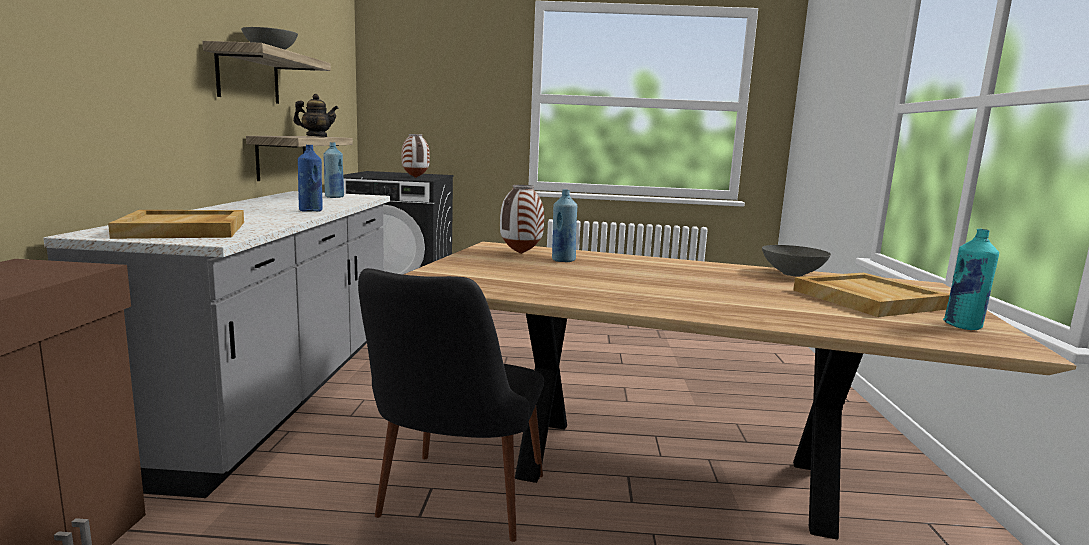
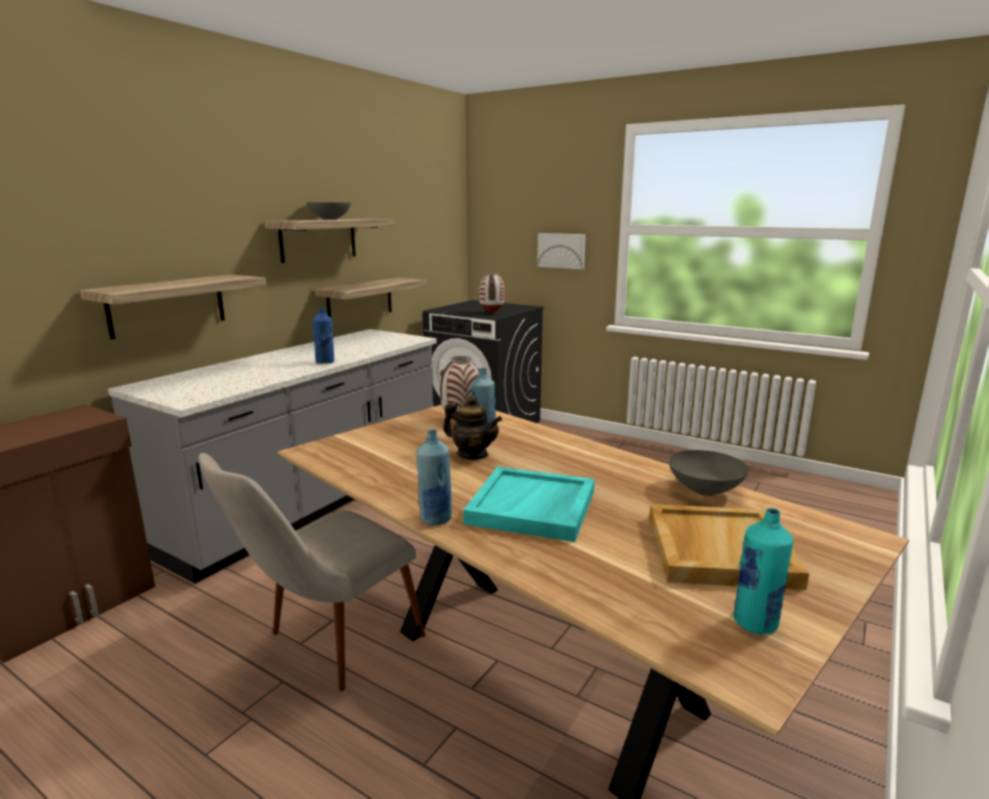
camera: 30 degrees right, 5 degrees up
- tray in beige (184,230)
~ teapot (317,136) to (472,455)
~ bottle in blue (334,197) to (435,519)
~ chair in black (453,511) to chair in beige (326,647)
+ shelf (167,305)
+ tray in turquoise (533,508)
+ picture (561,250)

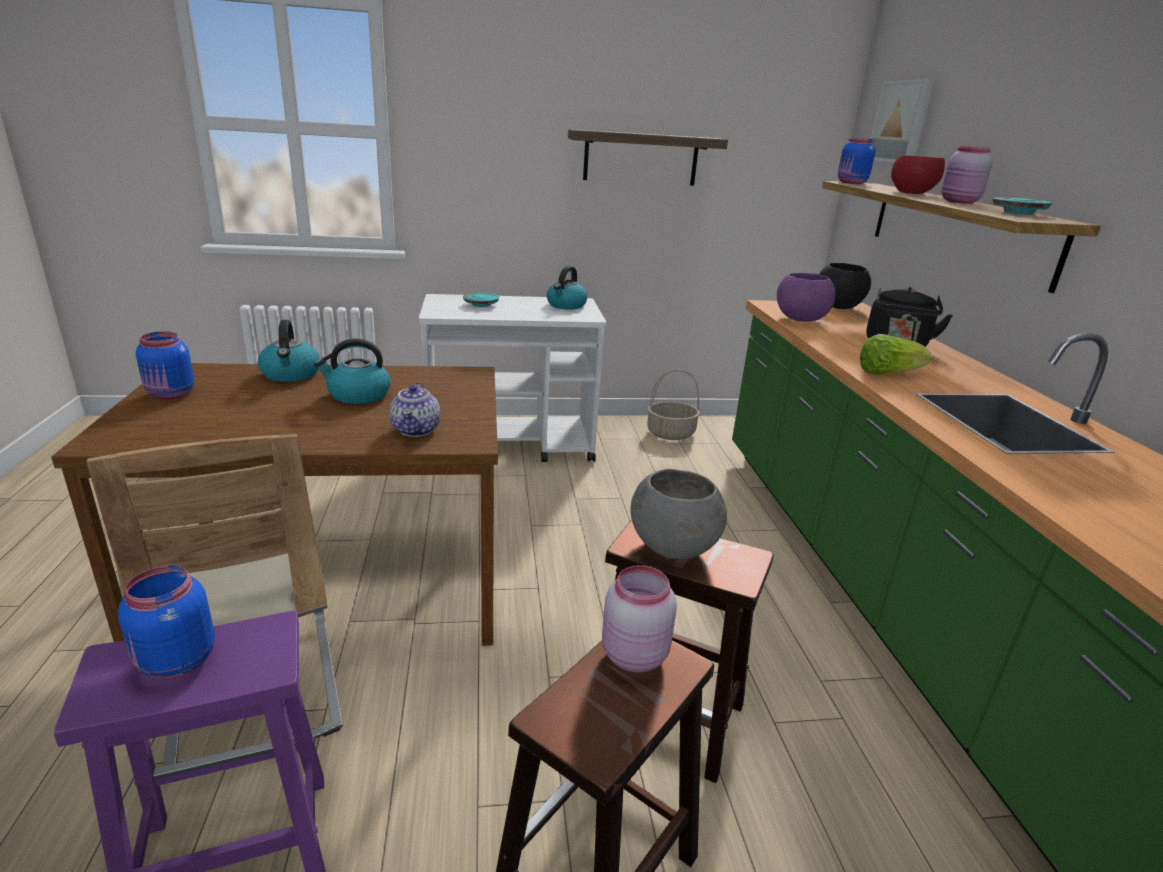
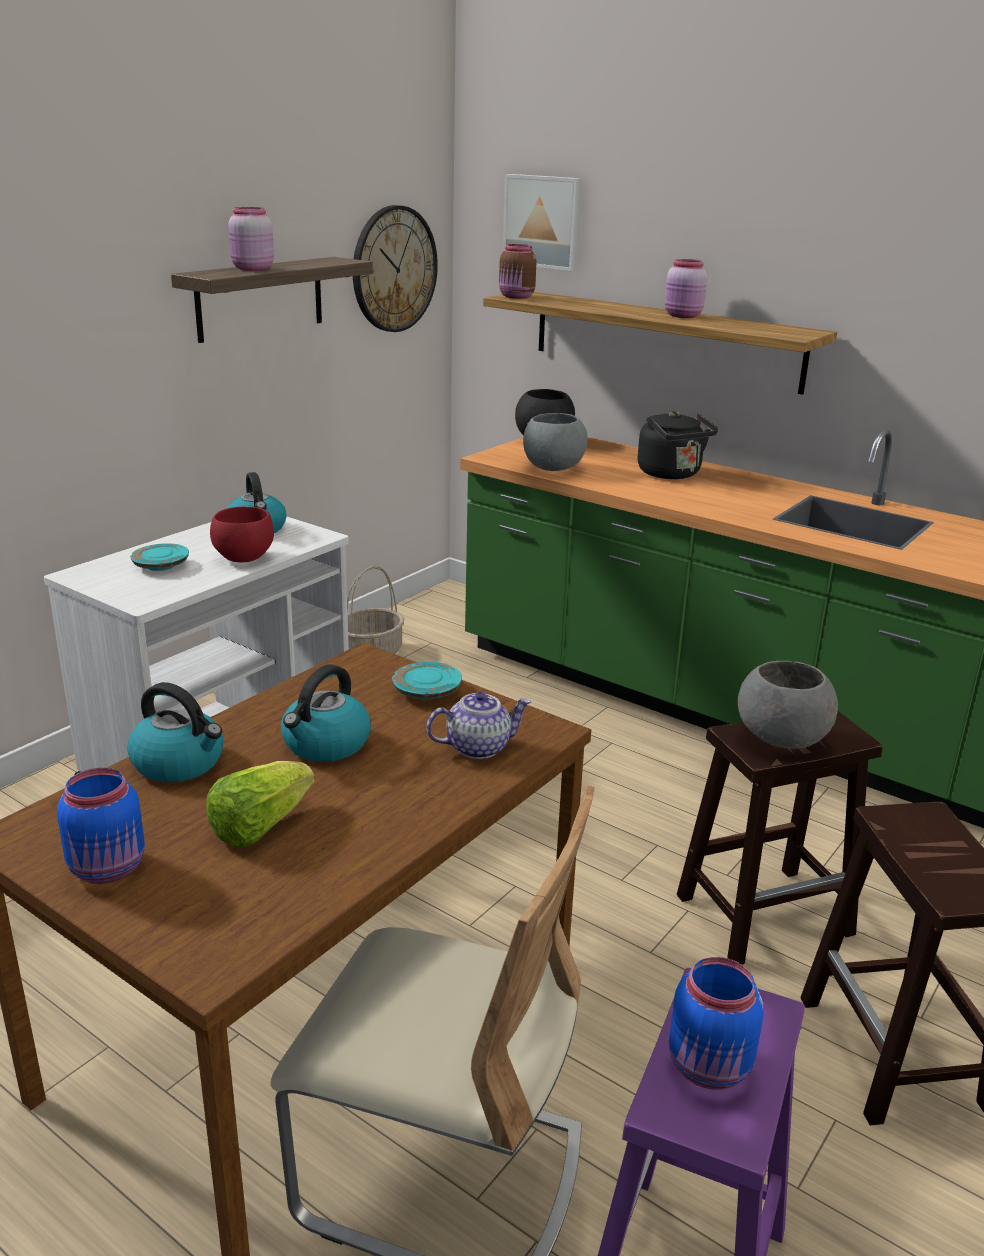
camera: 45 degrees left, 0 degrees up
~ teapot (416,430) = (478,747) 60 degrees counterclockwise
~ jar in pink (632,655) to (251,269)
~ bowl in purple (800,320) to bowl in grey (553,469)
~ jar in blue (851,183) to jar in brown (516,297)
~ lettuce (887,373) to (259,826)
~ bowl in red (910,193) to (242,558)
~ plate in turquoise (1017,213) to (426,692)
+ wall clock (394,269)

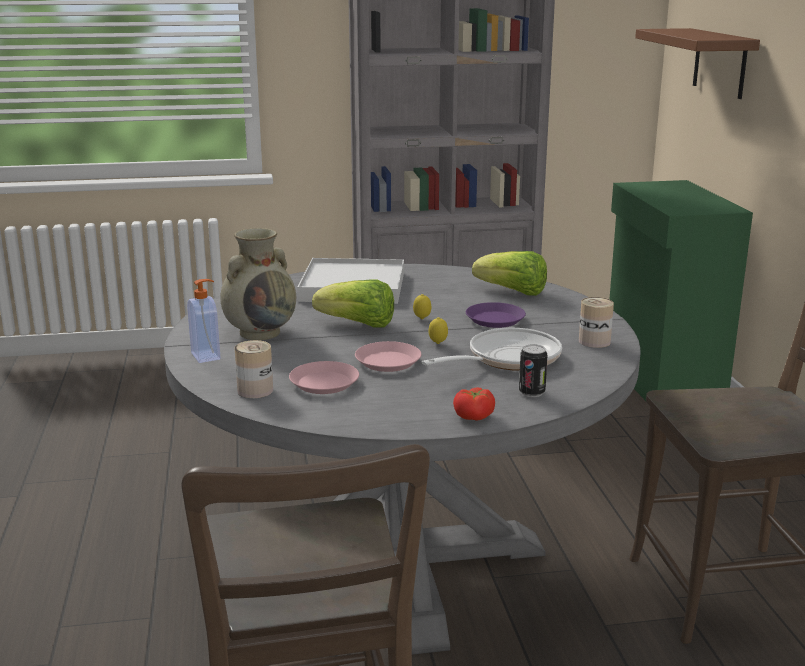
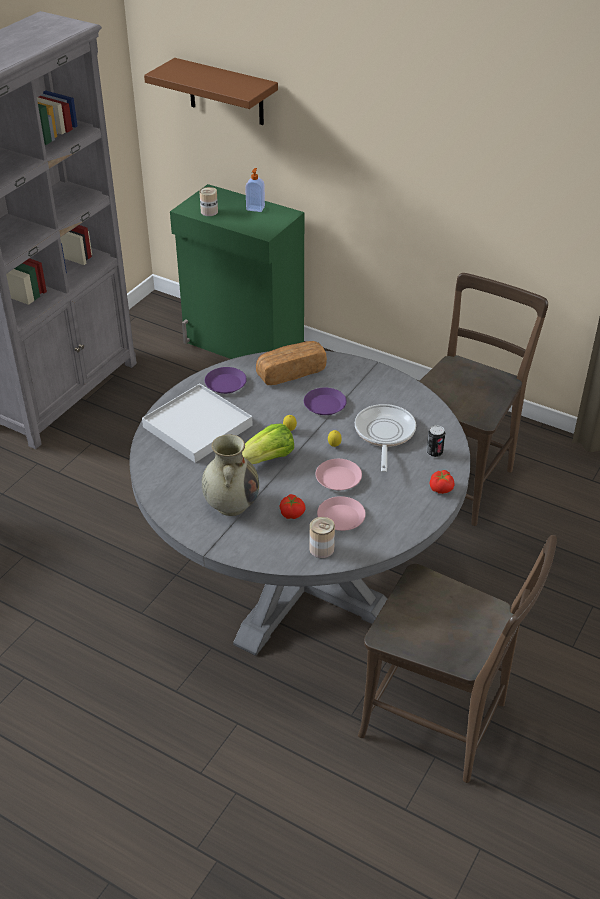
camera: 50 degrees left, 20 degrees up
~ soap dispenser (207,356) to (255,208)
~ lettuce (512,292) to bread (290,372)
~ can (594,341) to (209,212)
+ plate in purple (225,383)
+ tomato (292,513)

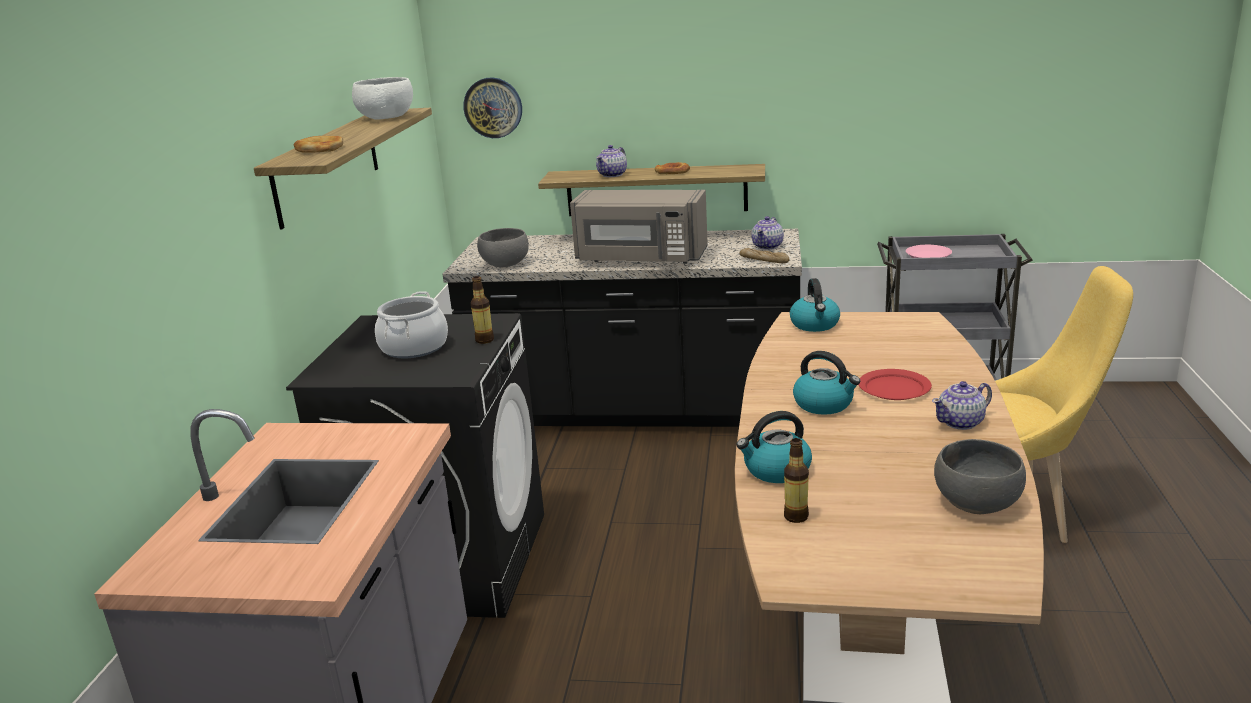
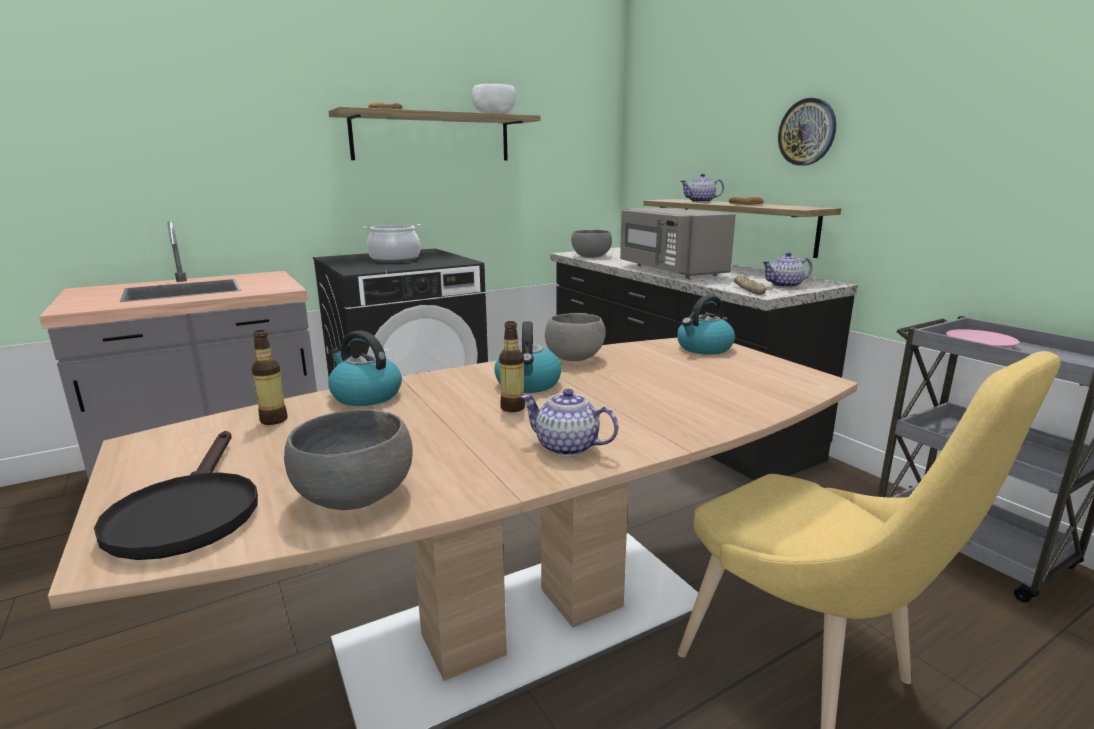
camera: 50 degrees right, 5 degrees down
~ wall clock (493,107) to (807,132)
~ bottle (484,340) to (512,408)
- plate in red (894,388)
+ frying pan in black (189,511)
+ bowl in grey (573,358)

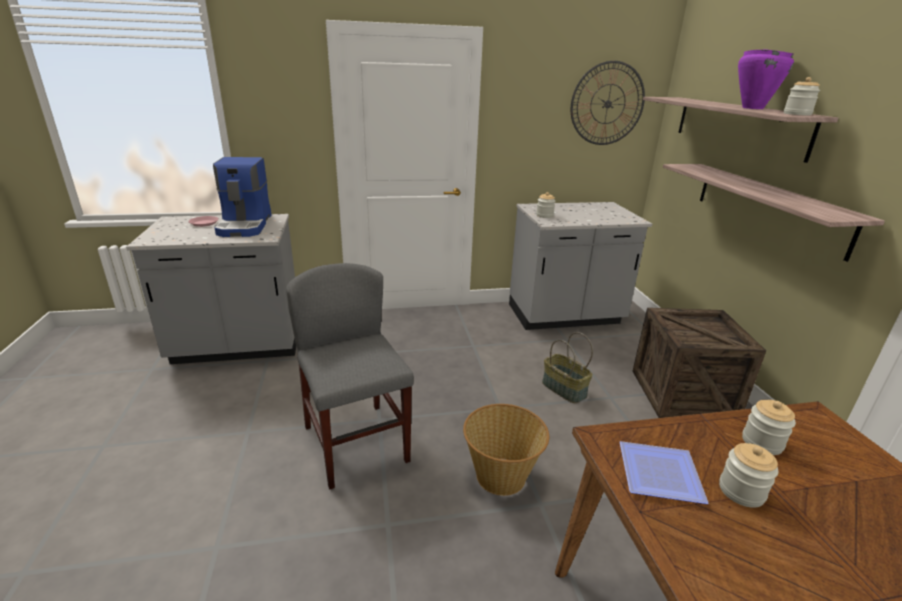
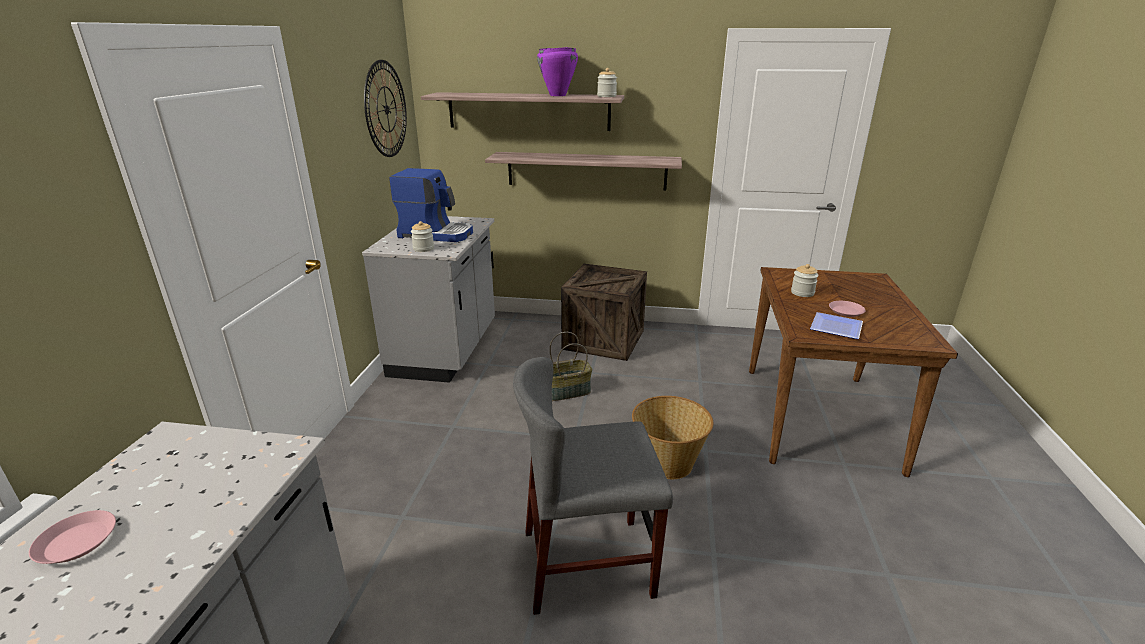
camera: 70 degrees left, 0 degrees up
~ coffee machine (246,225) to (436,234)
~ jar (741,491) to plate in pink (846,311)

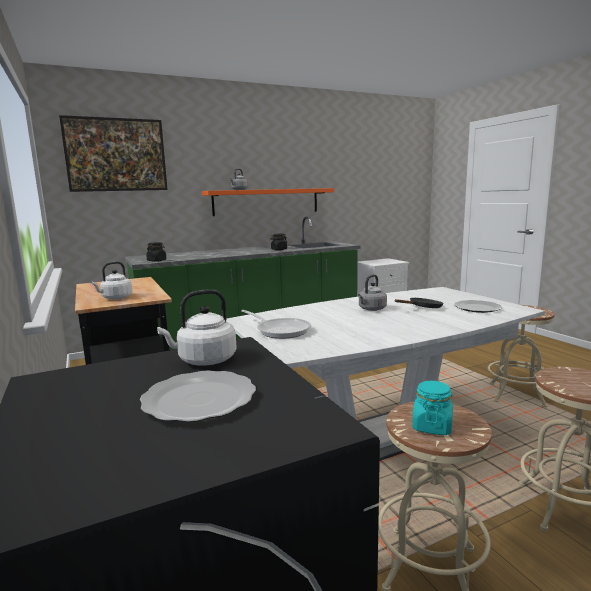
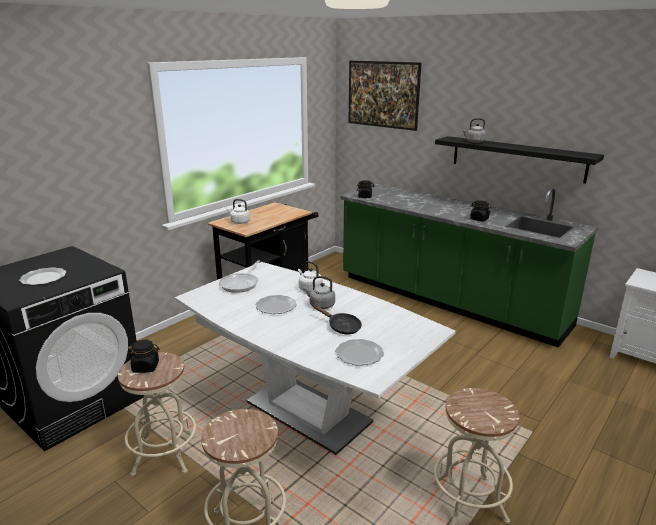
camera: 65 degrees right, 10 degrees up
~ kettle in white (204,360) to (309,289)
~ shelf in orange (266,201) to shelf in black (517,158)
~ jar in turquoise (432,426) to jar in black (146,367)
+ plate (276,306)

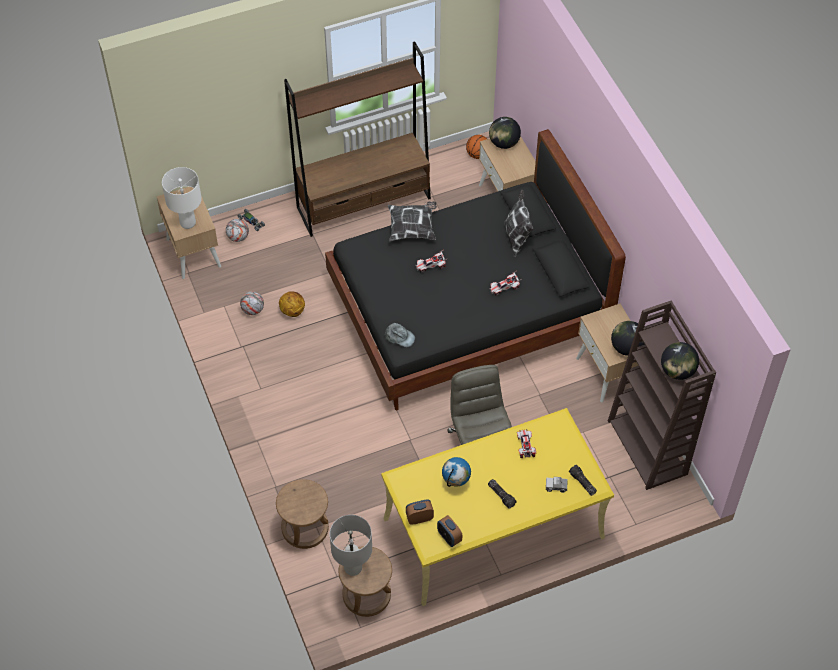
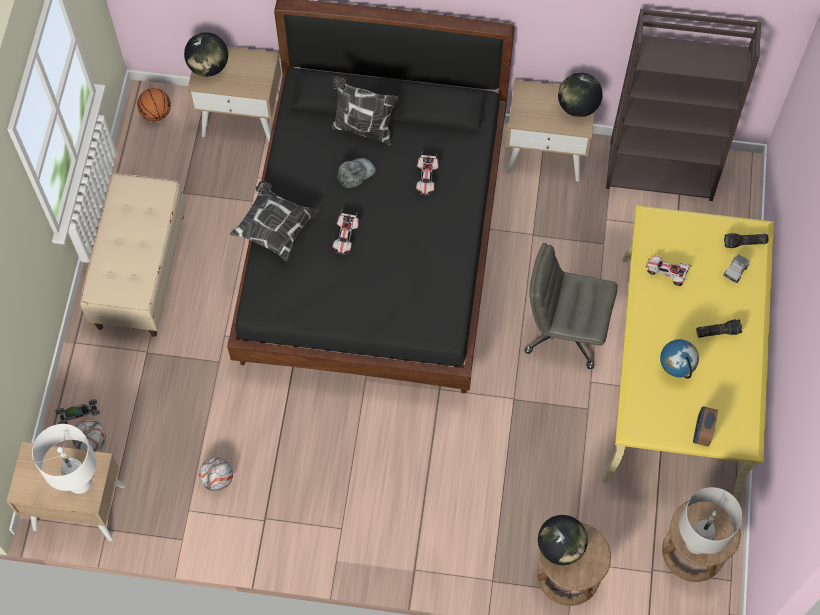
camera: 60 degrees left, 10 degrees up
- basketball (292,311)
~ bookcase in brown (364,203) to bench in beige (140,271)
~ cap in grey (399,337) to (355,173)
- alarm clock (449,537)
~ globe (677,371) to (560,547)

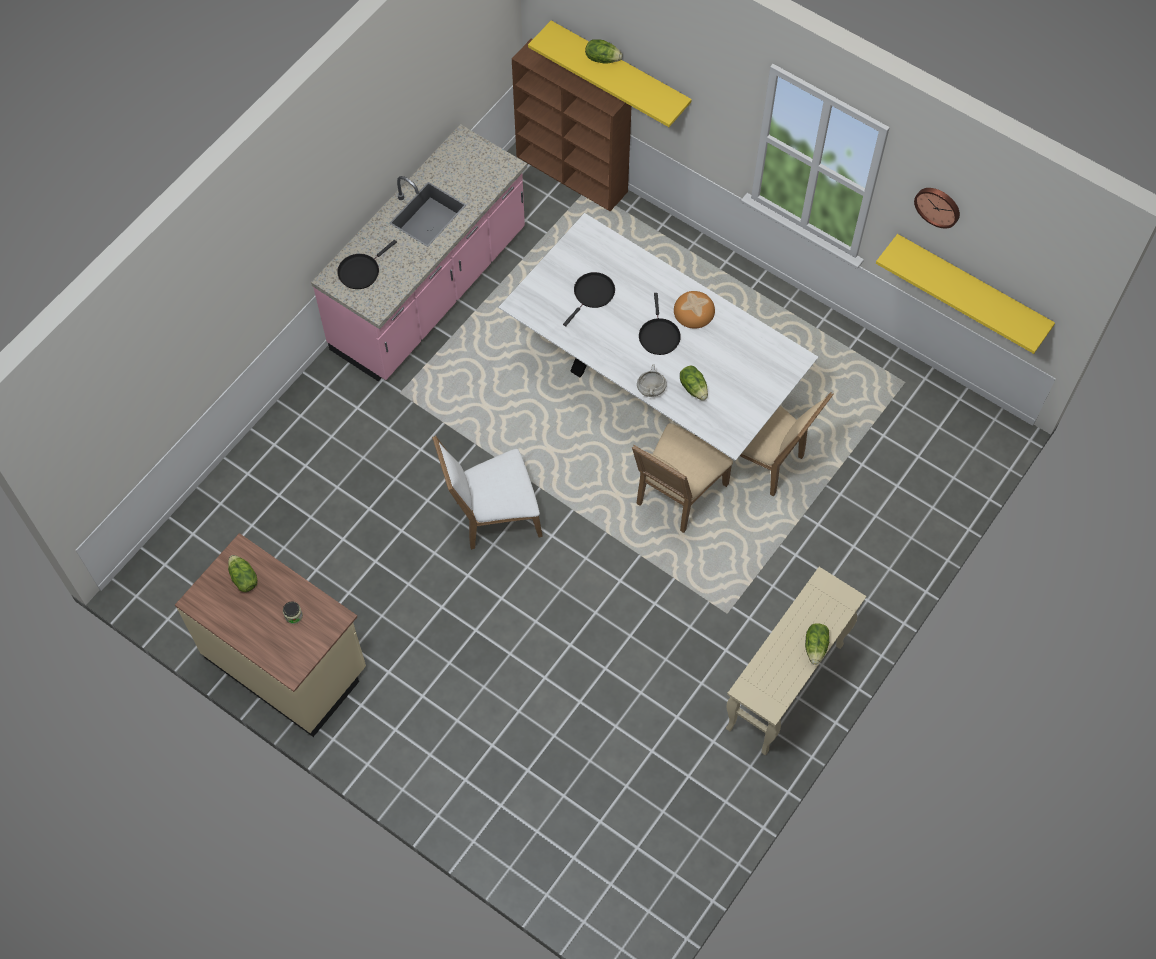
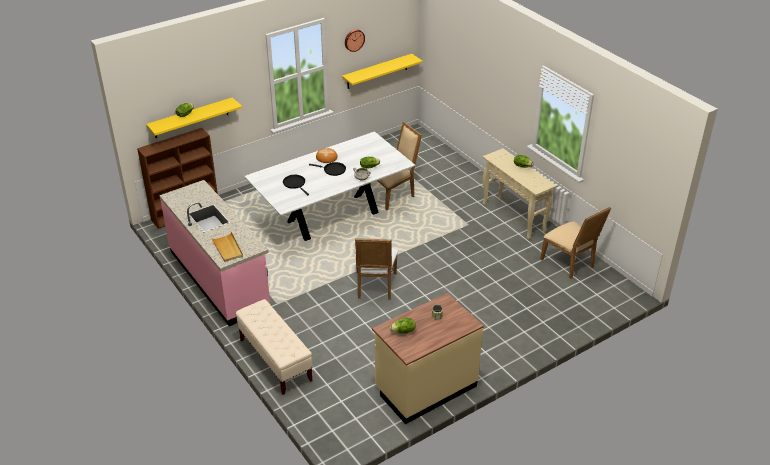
camera: 70 degrees left, 25 degrees down
~ frying pan in black (361,271) to tray in beige (227,248)
~ chair in beige (676,496) to (570,264)
+ bench in beige (275,360)

